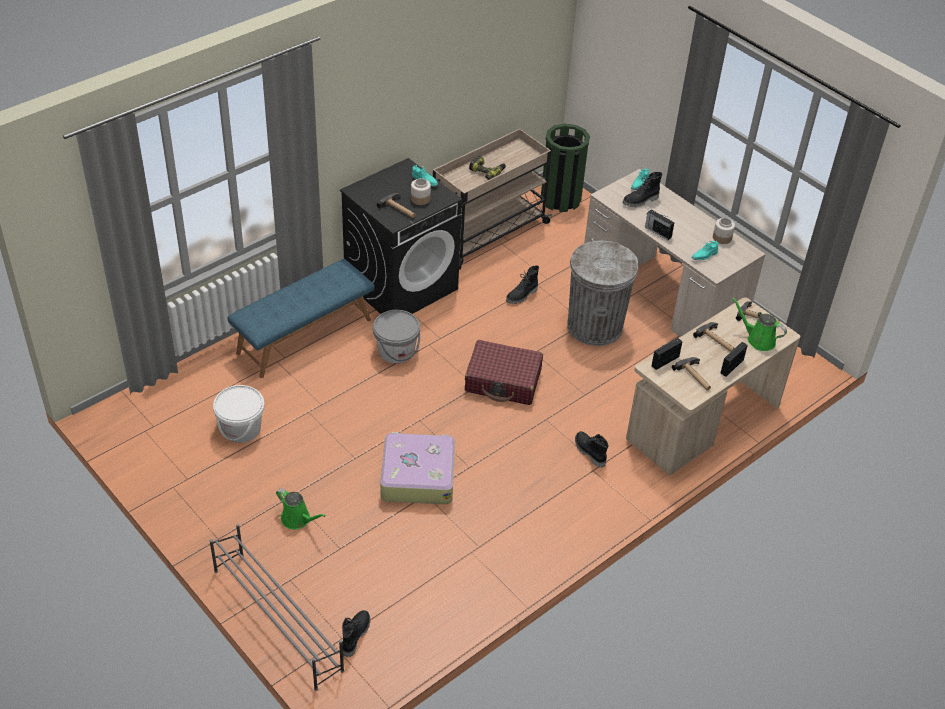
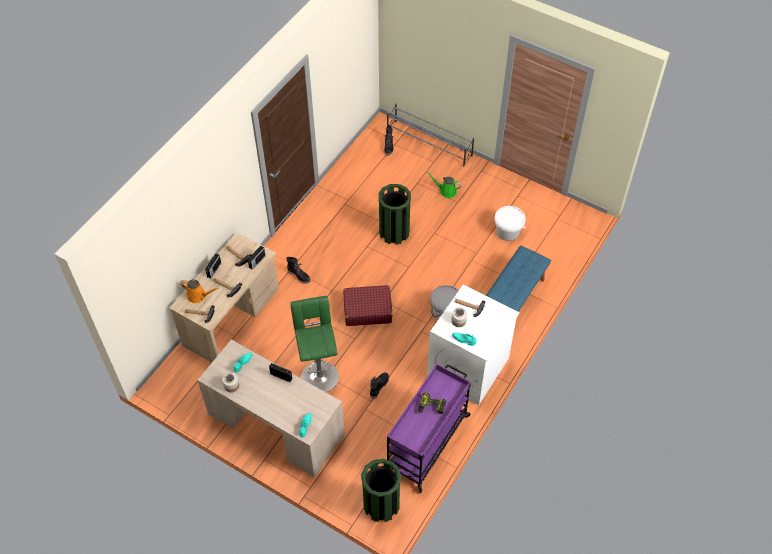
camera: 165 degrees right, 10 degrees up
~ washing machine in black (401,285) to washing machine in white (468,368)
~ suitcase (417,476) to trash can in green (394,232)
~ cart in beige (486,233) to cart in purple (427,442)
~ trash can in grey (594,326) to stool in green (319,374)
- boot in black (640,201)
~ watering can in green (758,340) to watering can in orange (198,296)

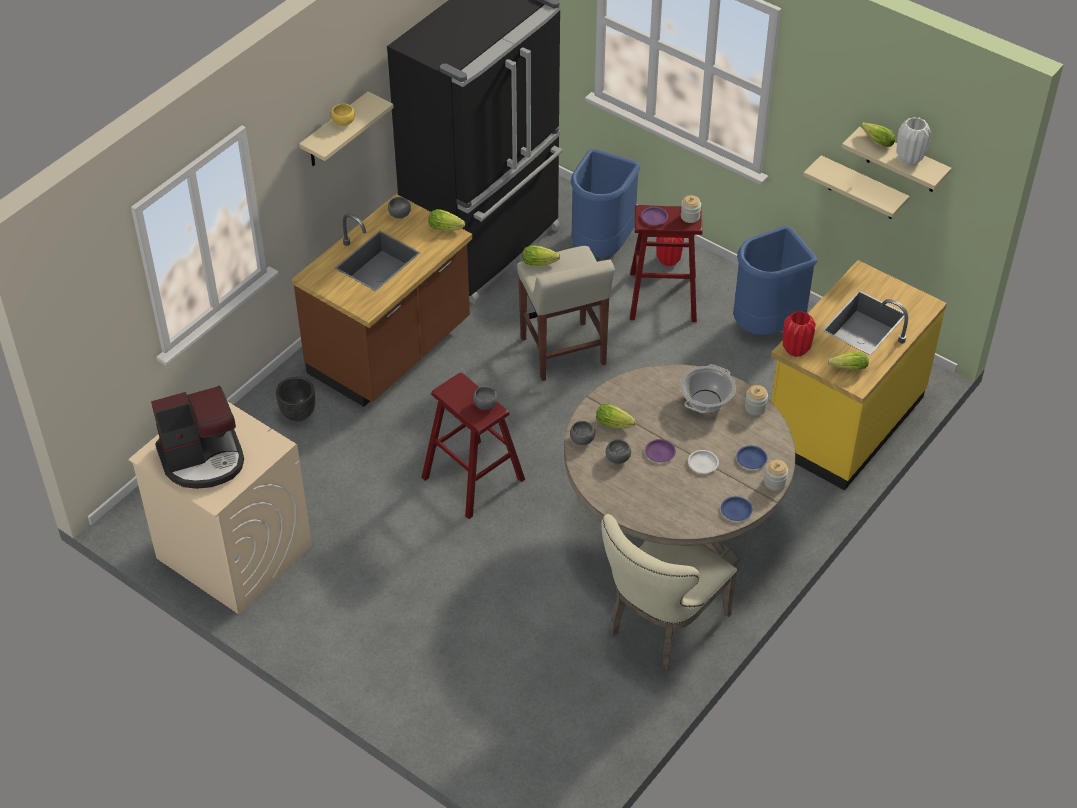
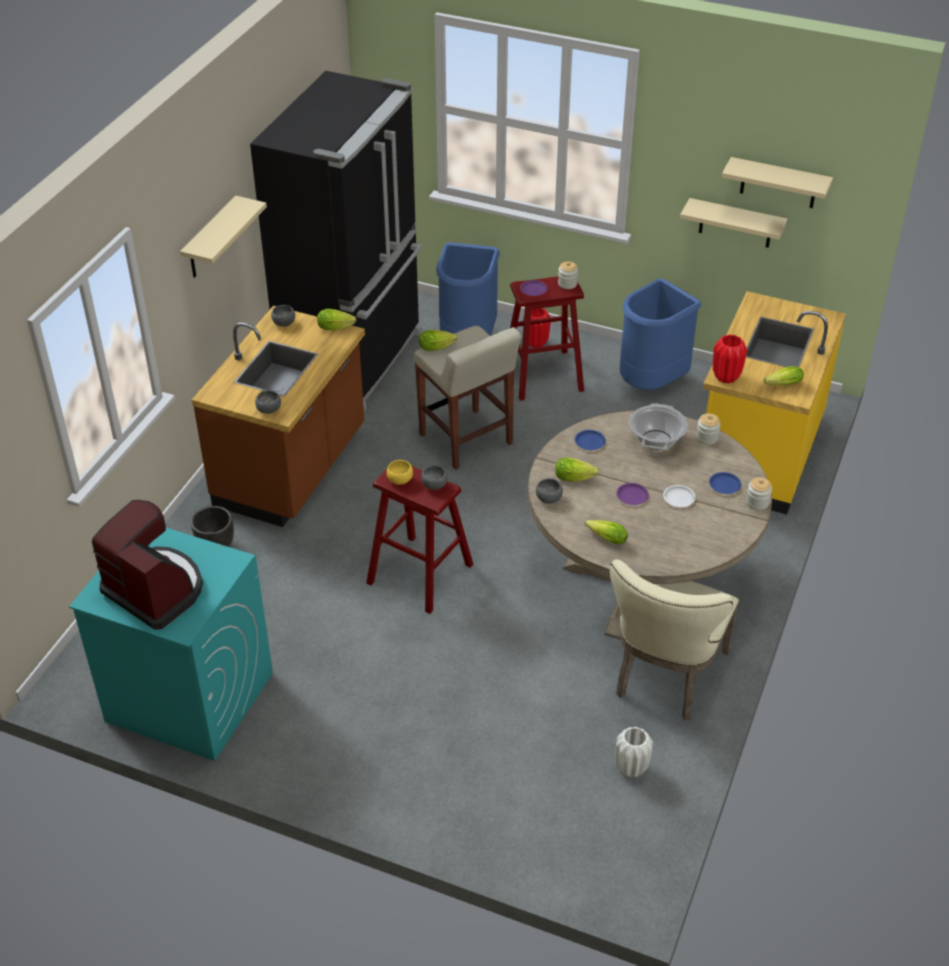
camera: 15 degrees left, 5 degrees down
~ washing machine in beige (233,551) to washing machine in turquoise (188,697)
~ coffee machine (203,459) = (156,590) 105 degrees counterclockwise
~ bowl in yellow (343,121) to (399,479)
~ bowl in grey (618,458) to (269,409)
~ plate in blue (736,510) to (590,442)
~ lettuce (875,140) to (605,538)
~ vase in white (909,158) to (631,768)

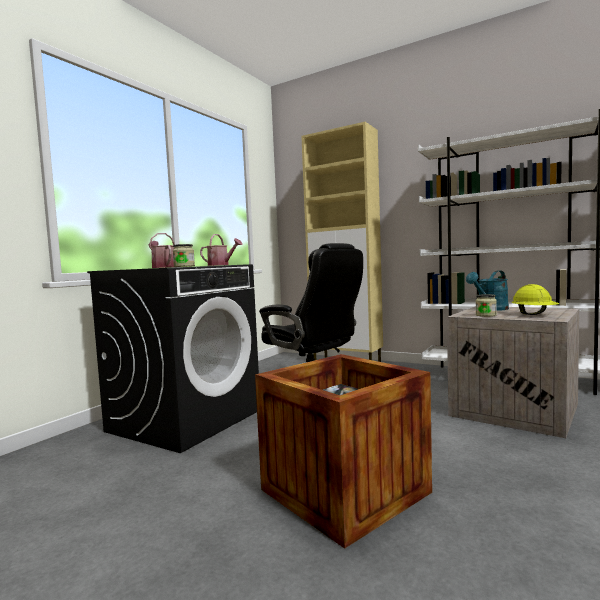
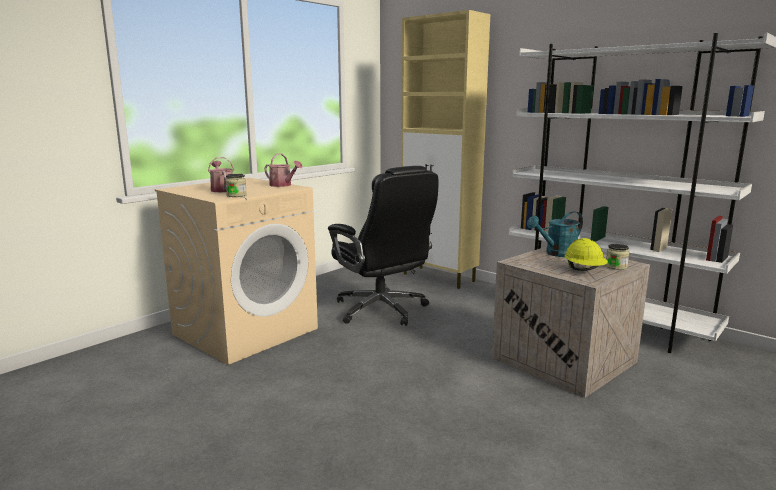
camera: 10 degrees right, 10 degrees up
~ washing machine in black (186,420) to washing machine in beige (246,331)
- crate (344,491)
~ jar (486,315) to (616,267)

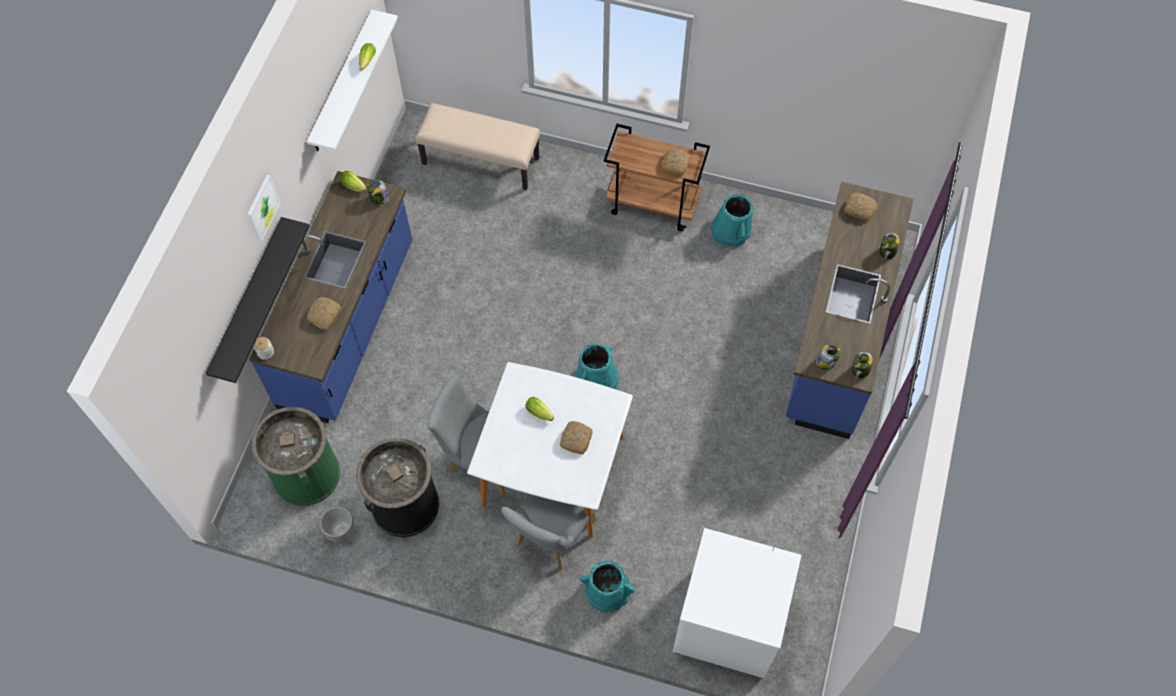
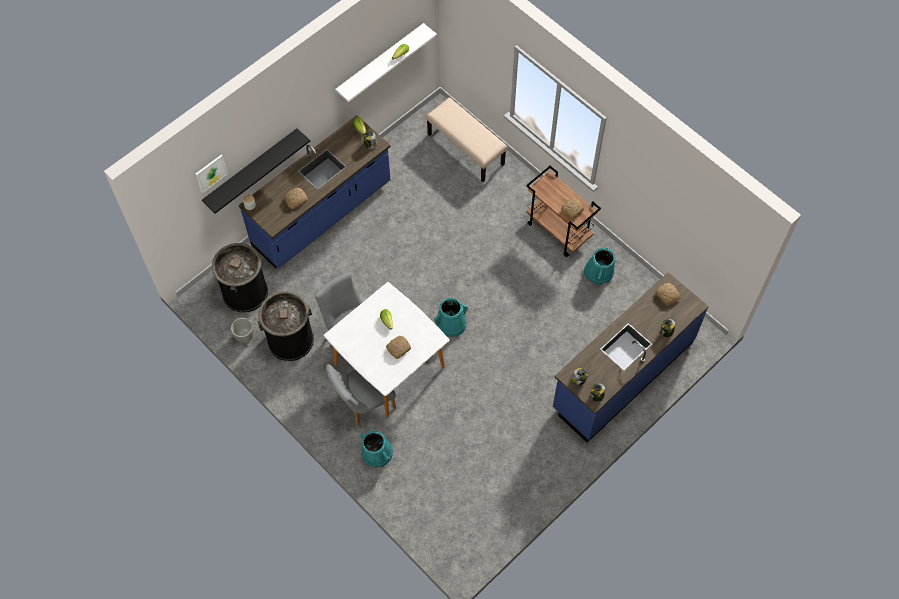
camera: 30 degrees right, 0 degrees up
~ picture (262,208) to (211,173)
~ trash can in green (306,474) to trash can in black (245,292)
- washing machine in white (727,622)

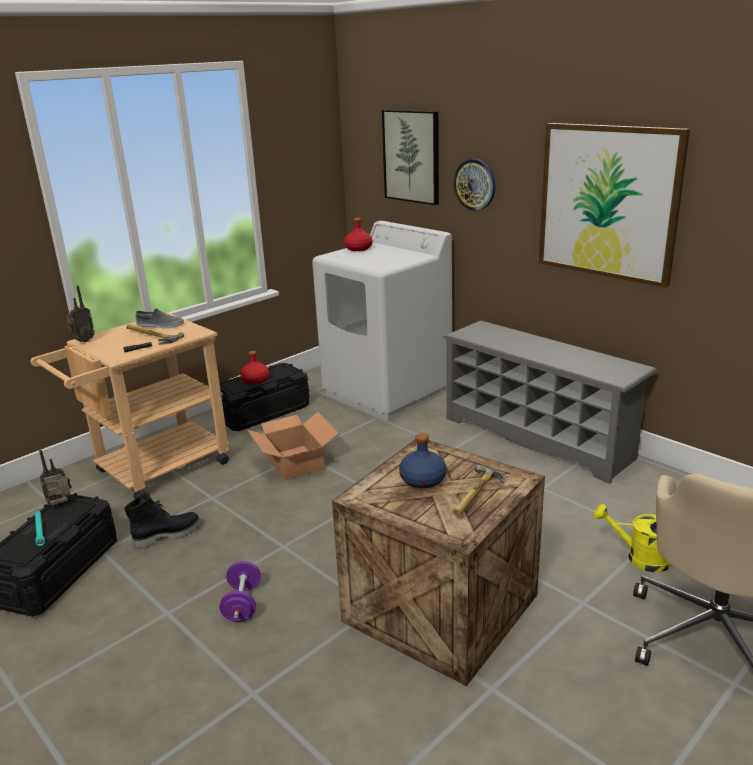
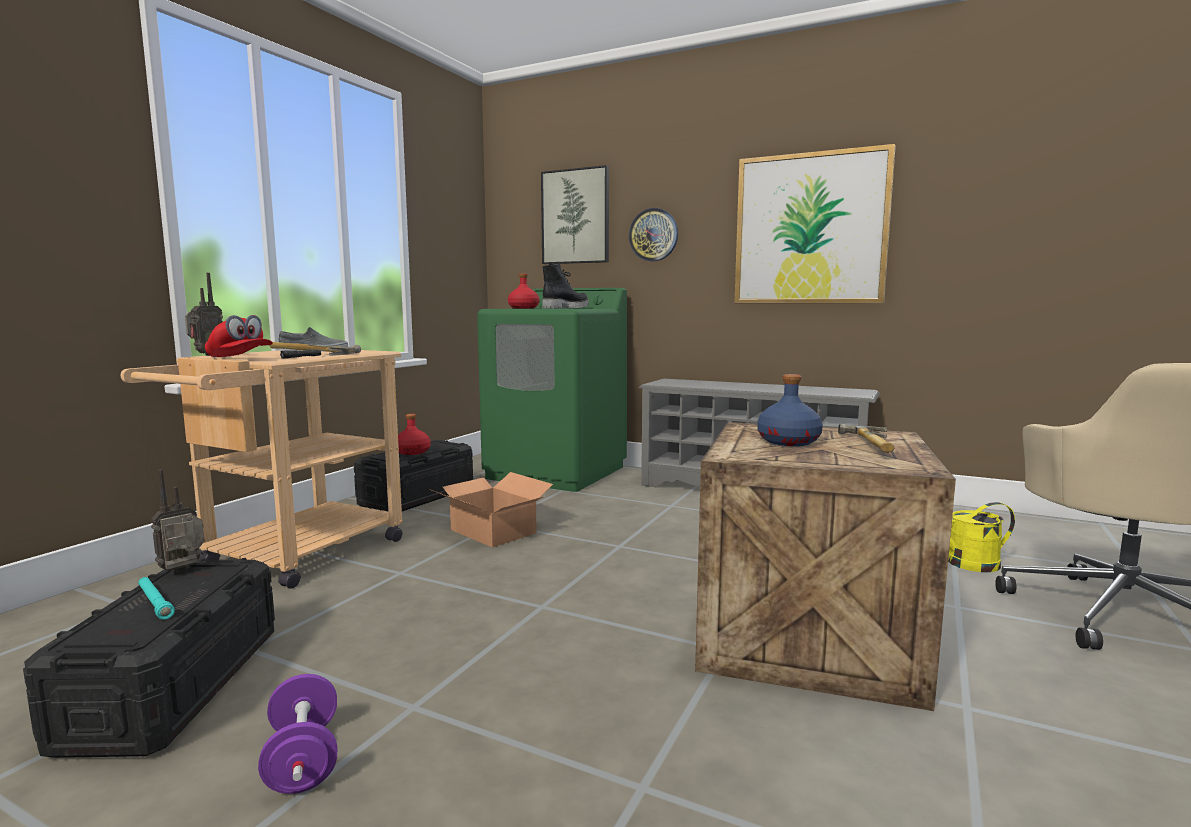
camera: 20 degrees left, 15 degrees down
~ boot in black (167,535) to (565,308)
~ dumbbell in purple (242,604) to (303,760)
~ washing machine in white (387,392) to washing machine in green (557,472)
+ cap in red (240,358)

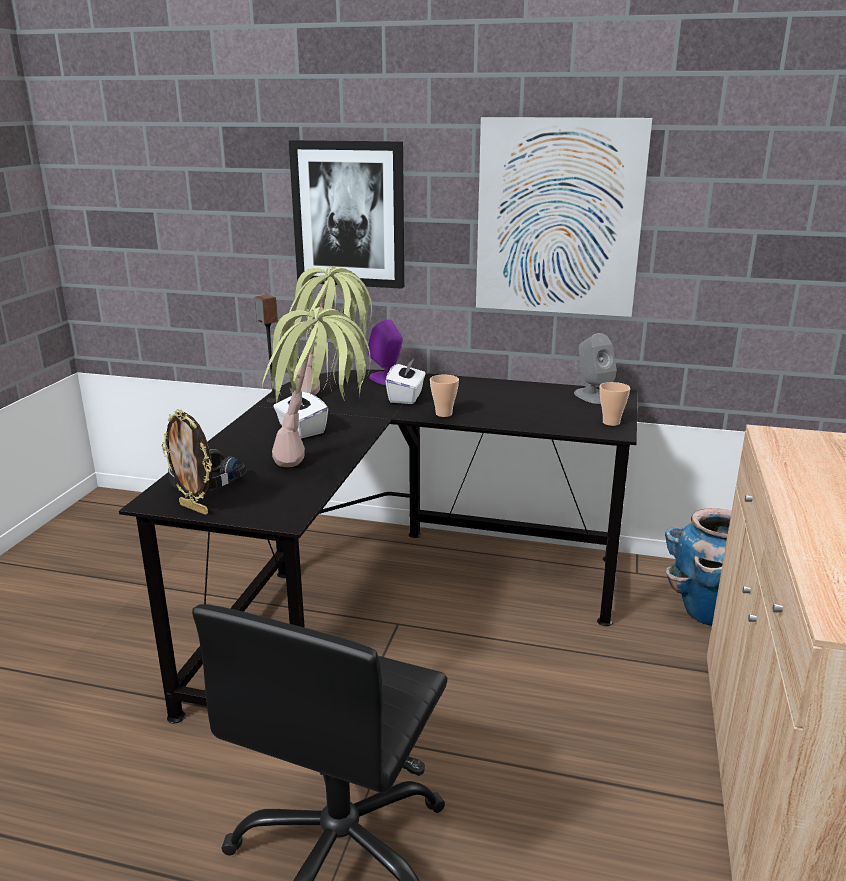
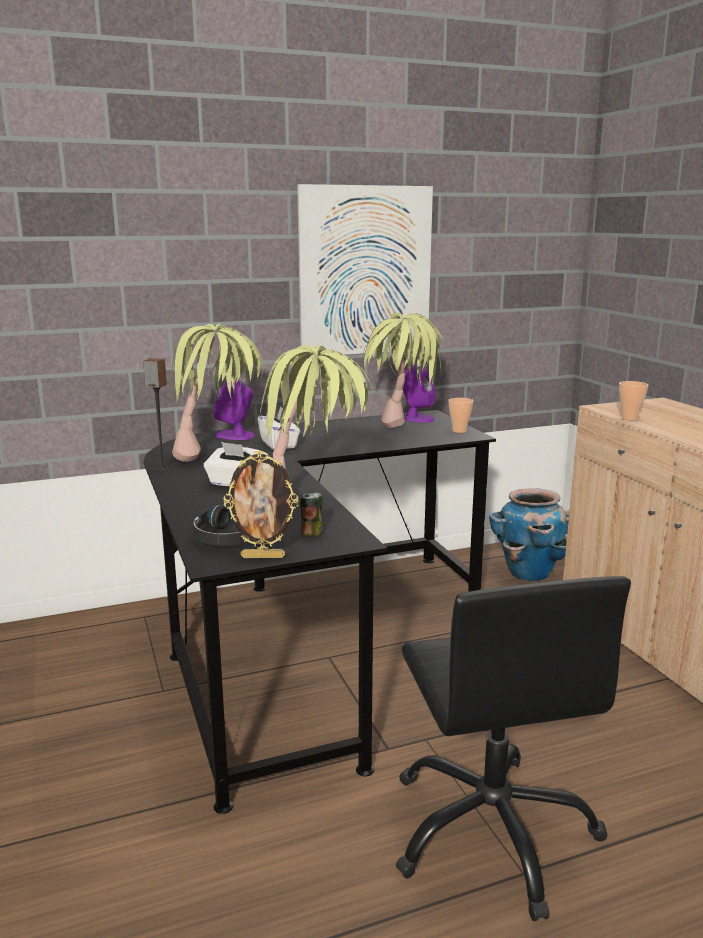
camera: 35 degrees left, 5 degrees down
- picture (349,214)
~ cup (443,414) to (629,418)
~ speaker in grey (592,396) to speaker in purple (415,418)
+ can (312,533)
+ potted plant (401,433)

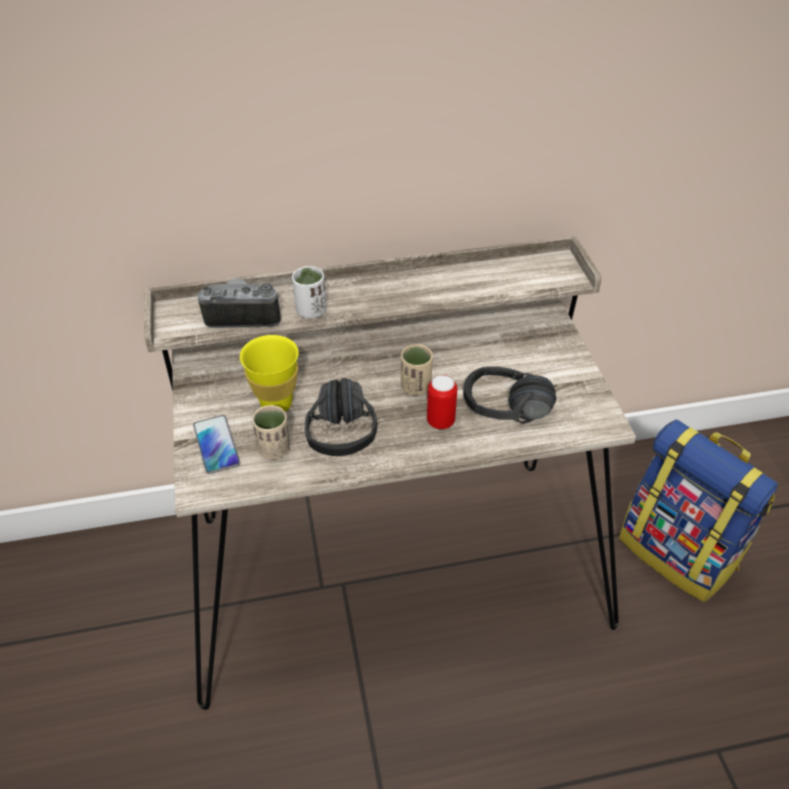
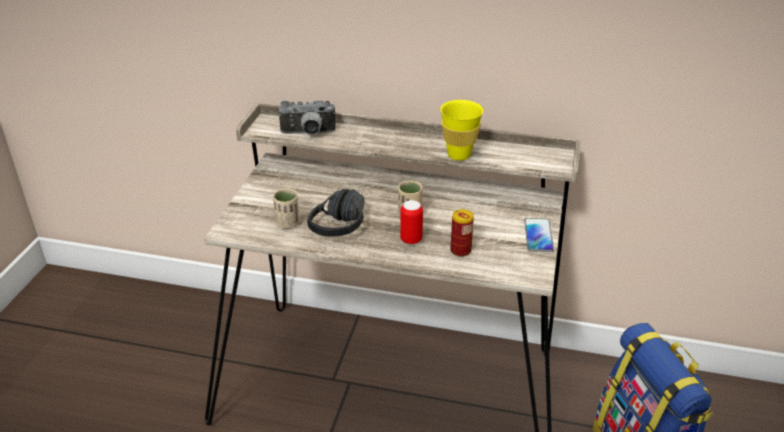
camera: 25 degrees right, 10 degrees down
~ phone (216,445) to (538,236)
~ photo camera (243,315) = (308,134) 150 degrees clockwise
~ cup in yellow (276,404) to (459,155)
- cup in white (311,311)
~ headphones in black (506,417) to can (460,250)

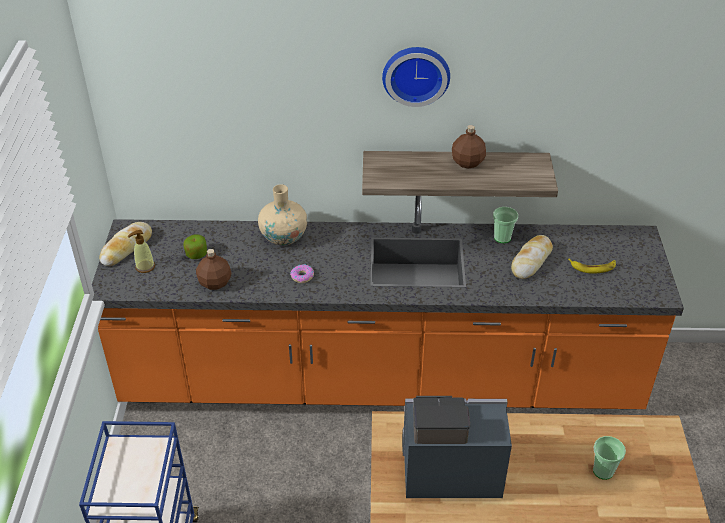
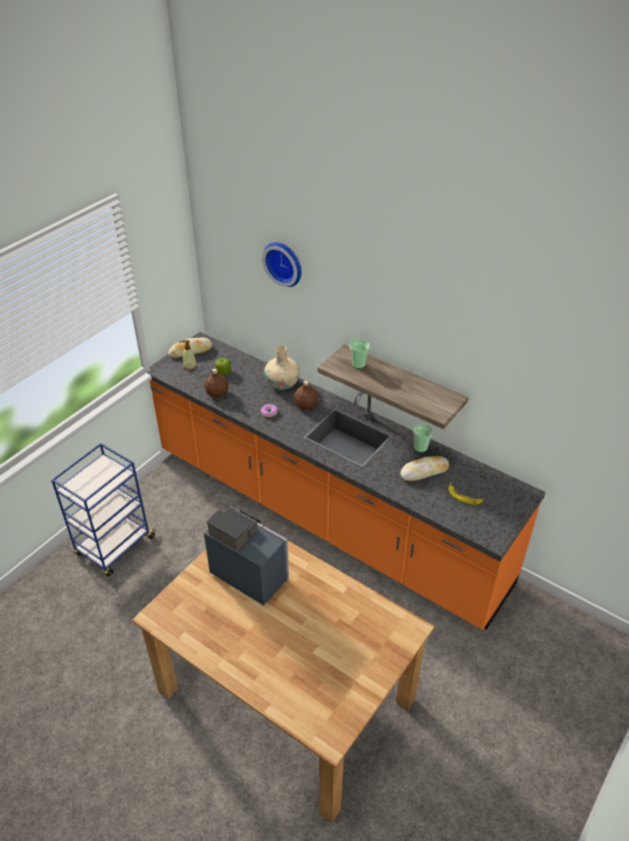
camera: 35 degrees right, 0 degrees up
~ wall clock (416,74) to (284,262)
~ bottle in brown (467,162) to (305,405)
~ cup (603,471) to (358,364)

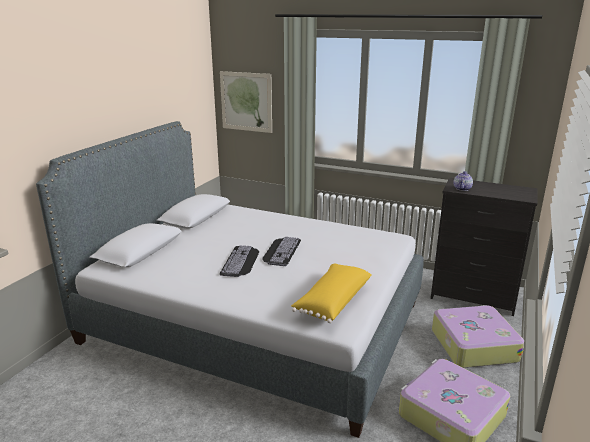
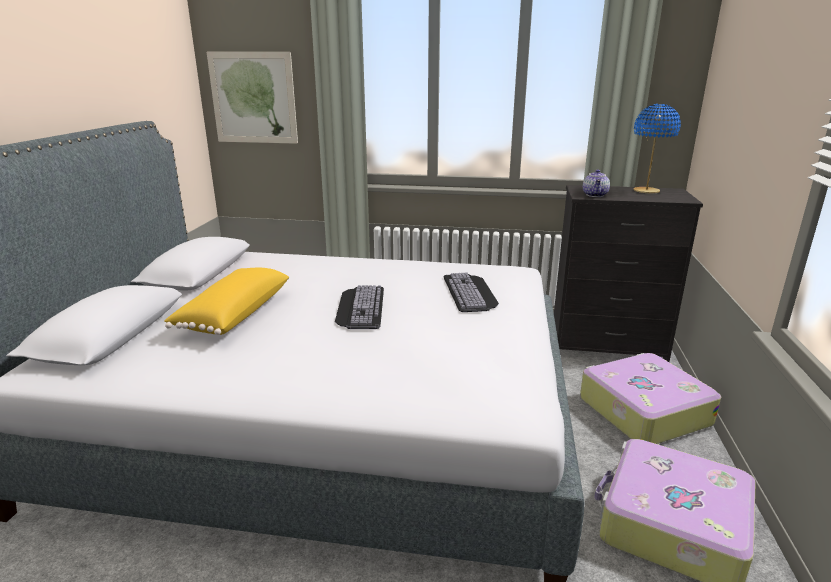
camera: 15 degrees left, 0 degrees up
~ keyboard (241,261) to (471,292)
~ pillow in yellow (332,301) to (233,314)
+ table lamp in blue (646,191)

